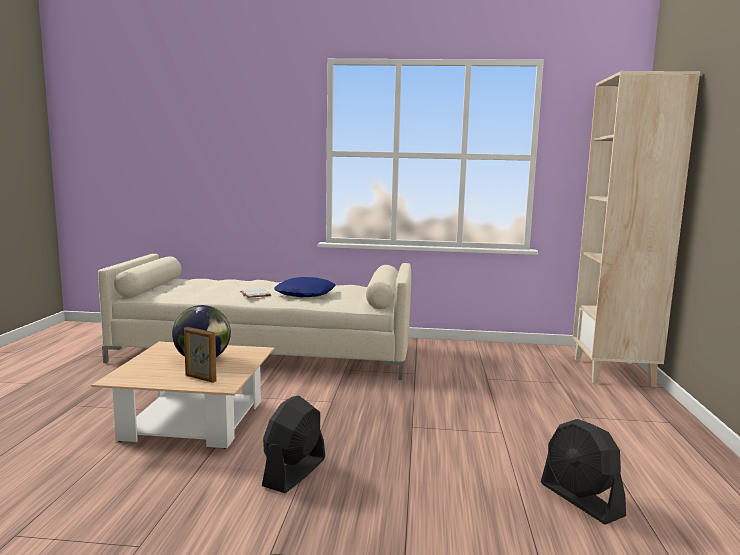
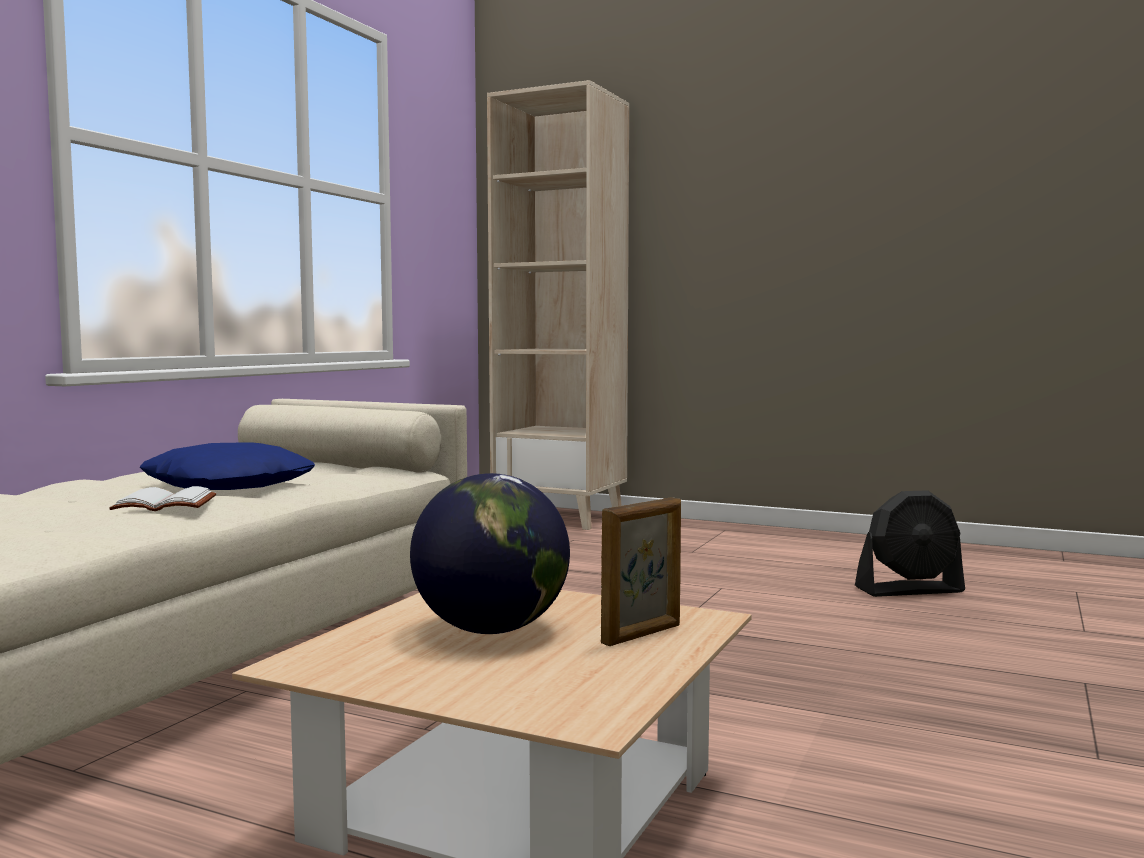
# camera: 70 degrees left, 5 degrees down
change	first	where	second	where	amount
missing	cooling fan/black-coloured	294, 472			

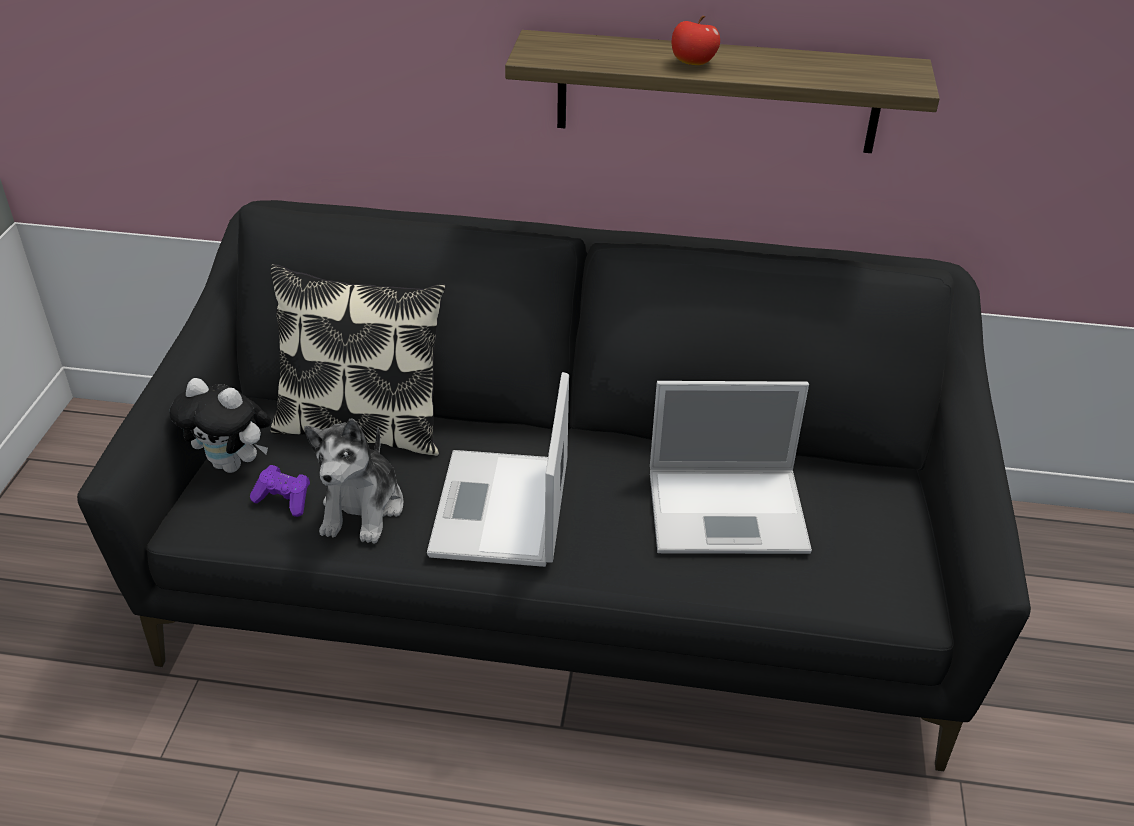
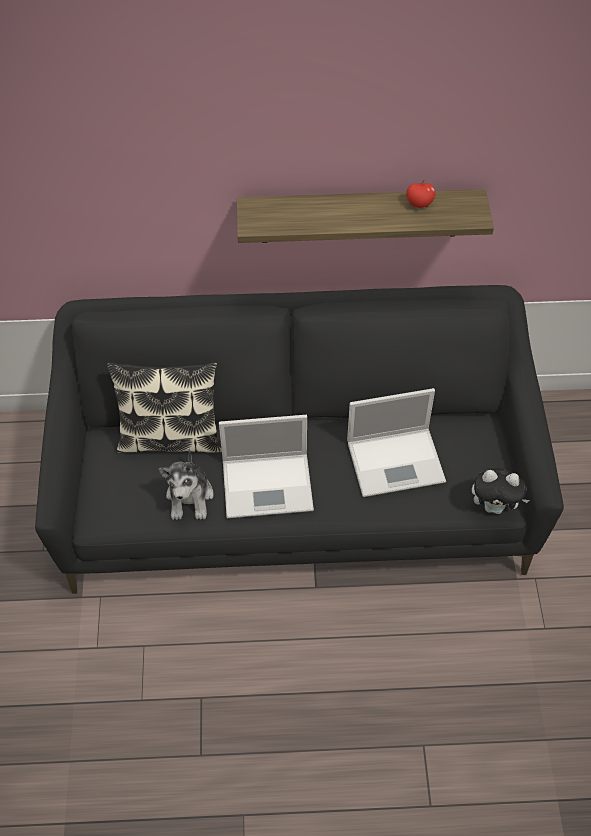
# camera: 10 degrees left, 15 degrees up
change	first	where	second	where	amount
spun	laptop	501, 511		269, 484	90 degrees counterclockwise
relocated	apple	693, 63		419, 204	
relocated	cuddly toy	233, 464		494, 506	
missing	game controller/purple-coloured	284, 499			

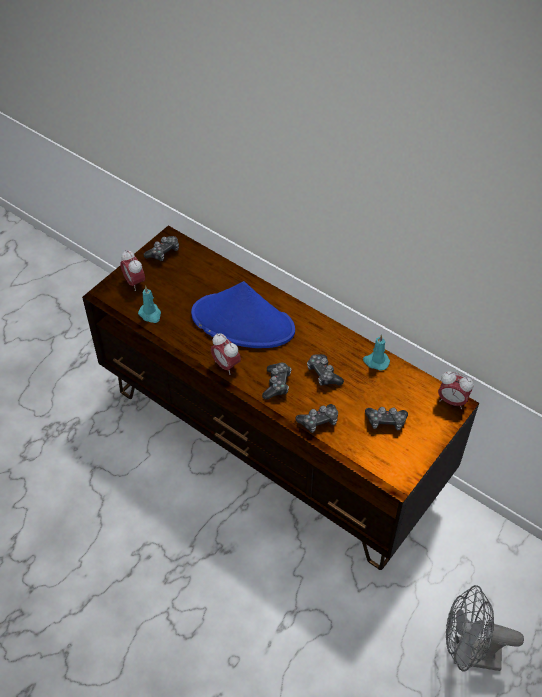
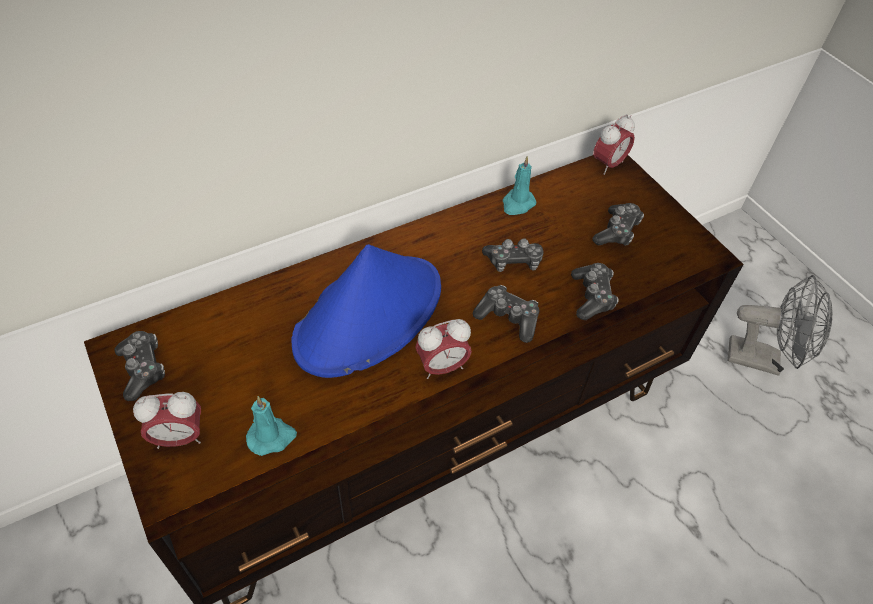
# camera: 70 degrees left, 0 degrees up
change	first	where	second	where	amount
spun	cooling fan/greyish	468, 654		762, 359	105 degrees counterclockwise

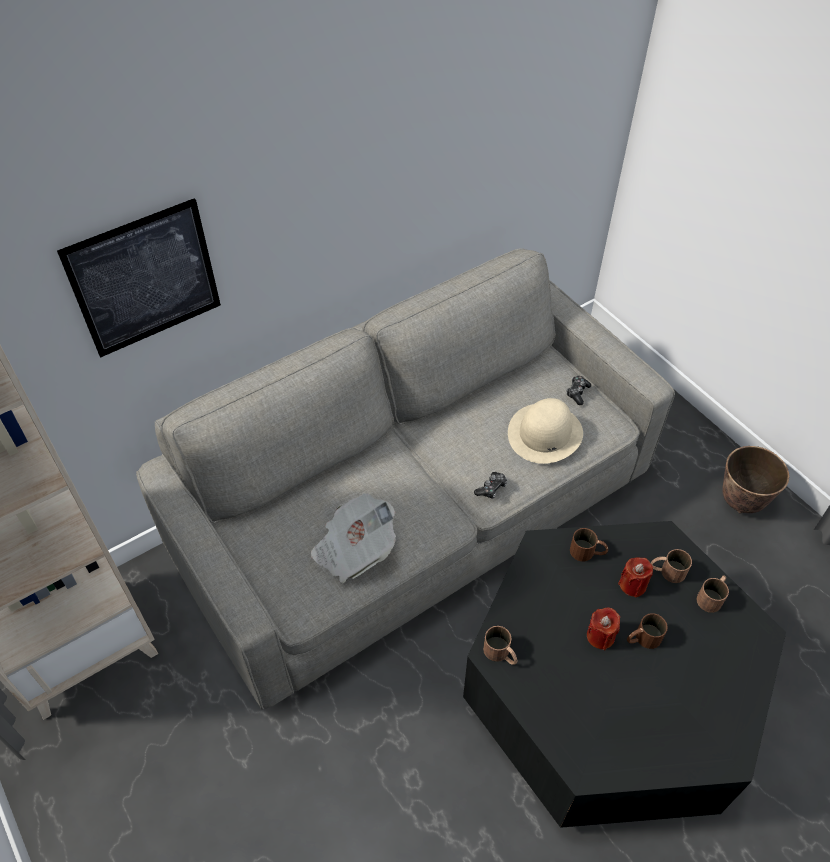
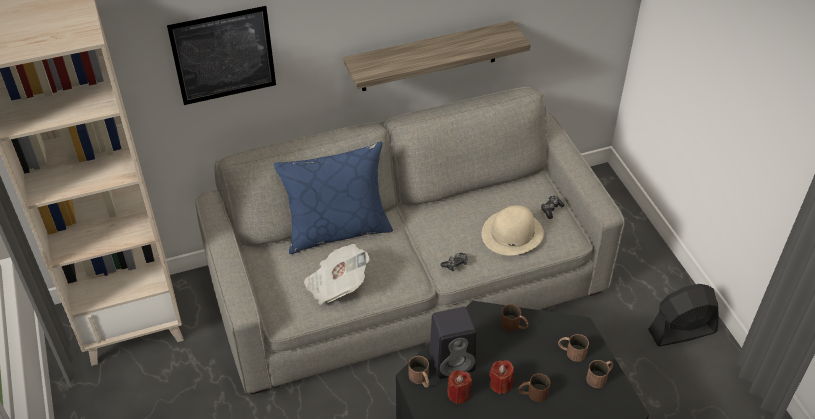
# camera: 15 degrees right, 5 degrees down
change	first	where	second	where	amount
appeared			throw pillow/blue-coloured	337, 230	
appeared			shelf	429, 57	
appeared			loudspeaker/black-coloured	453, 361	
relocated	wax candle/red	632, 585		458, 394	
exchanged	plant pot	741, 502	cooling fan/black-coloured	681, 331	

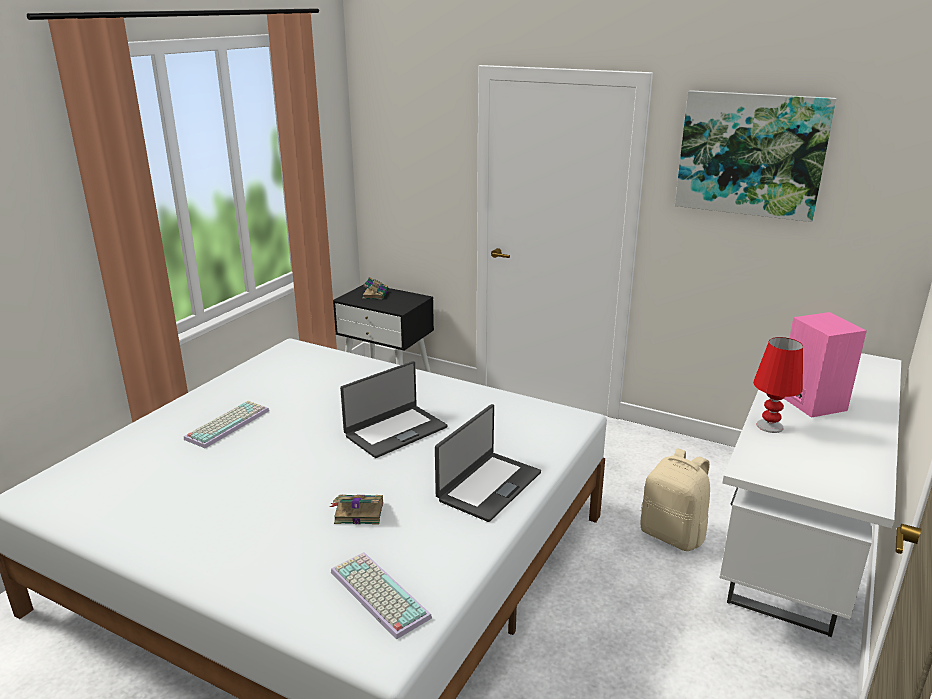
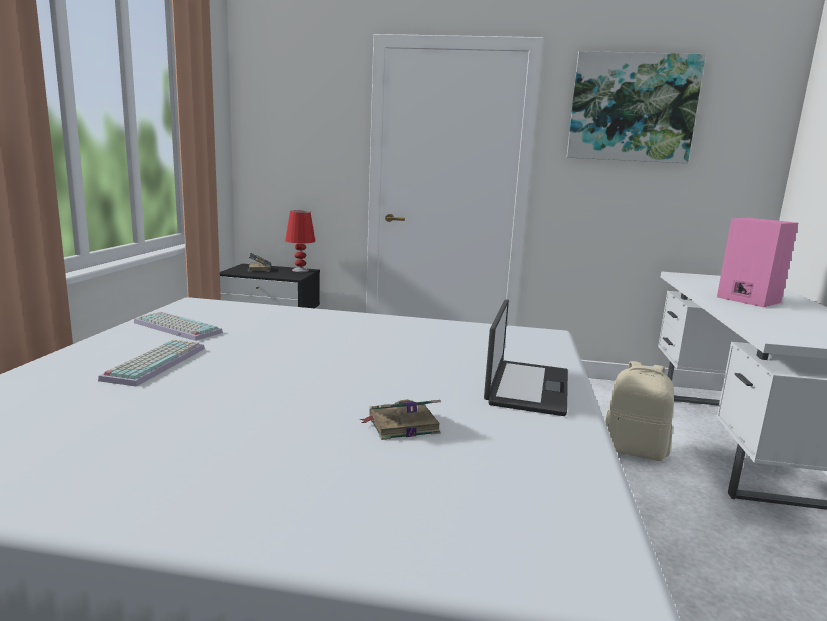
# camera: 20 degrees left, 10 degrees down
change	first	where	second	where	amount
relocated	keyboard	376, 594		175, 328	
relocated	table lamp/red	769, 426		300, 270	
missing	laptop	395, 431			

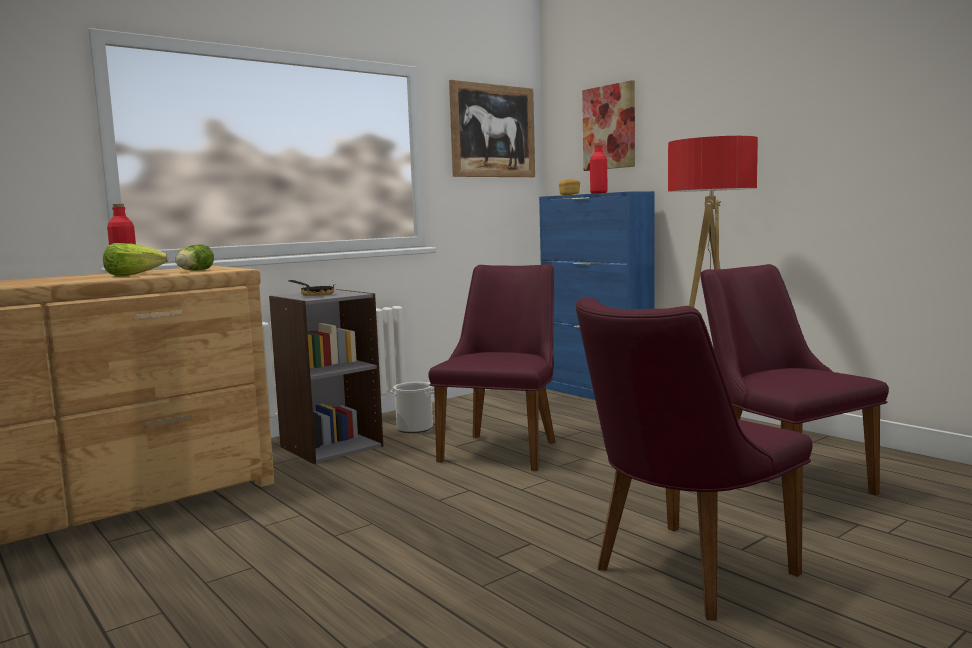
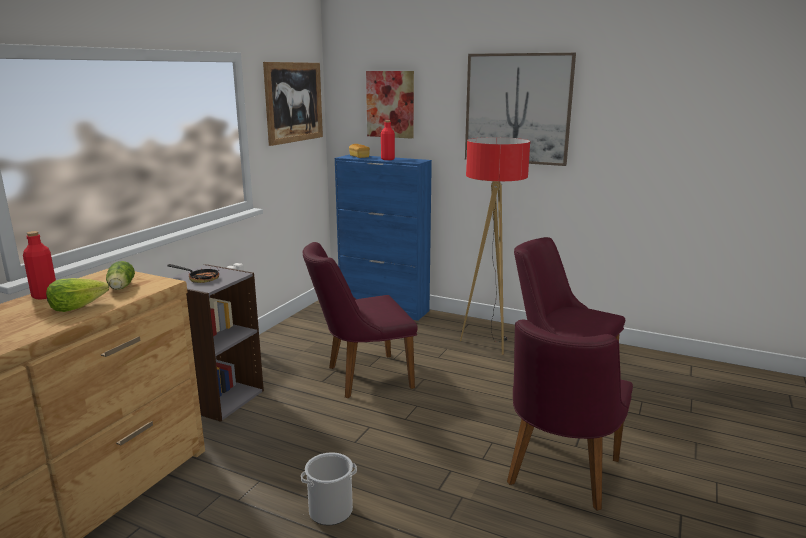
# camera: 25 degrees left, 10 degrees up
change	first	where	second	where	amount
relocated	pail	414, 428		330, 511	
spun	upright chair/purple-coloured	504, 448		361, 377	105 degrees counterclockwise
appeared			wall art	517, 109	

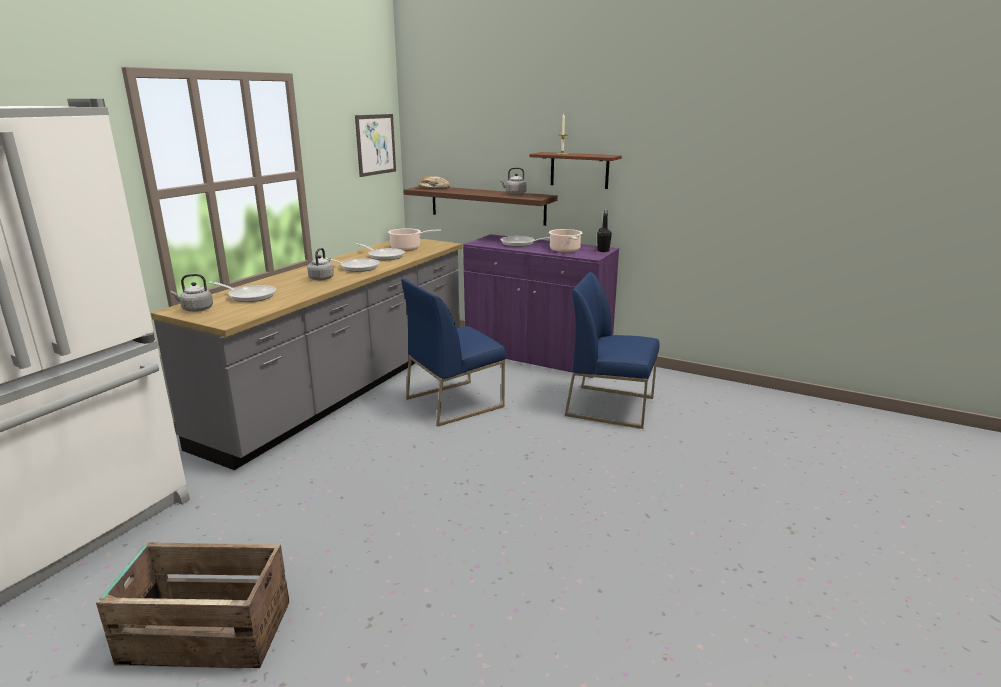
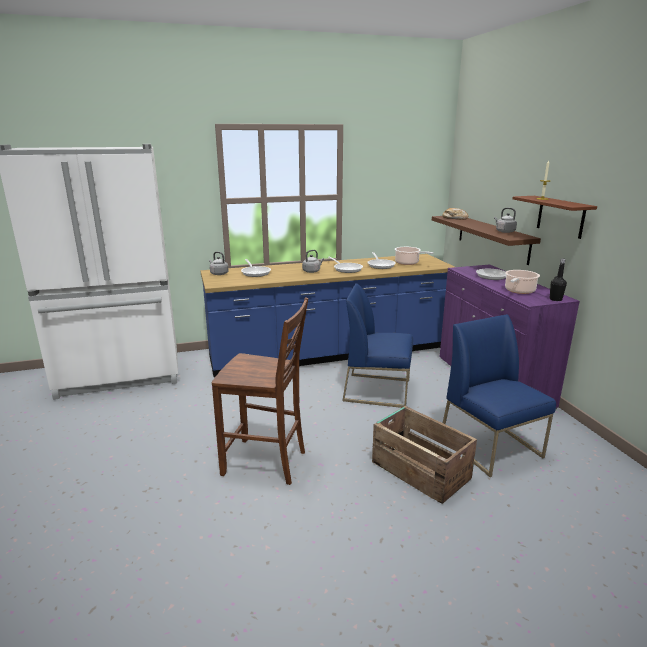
# camera: 45 degrees right, 0 degrees up
change	first	where	second	where	amount
colour	kitchen counter/greyish	347, 388	kitchen counter/blue-coloured	329, 354	
appeared			upright chair/brown-coloured	266, 463	
relocated	shipping crate	205, 632		419, 470	
missing	wall art	375, 144			

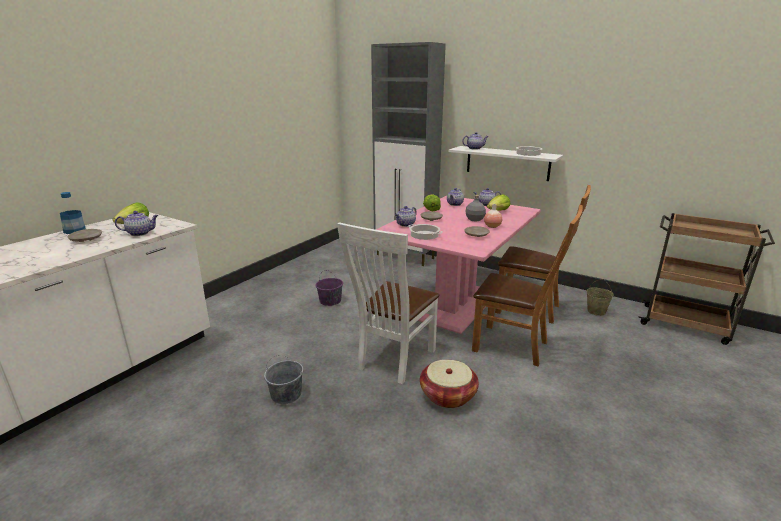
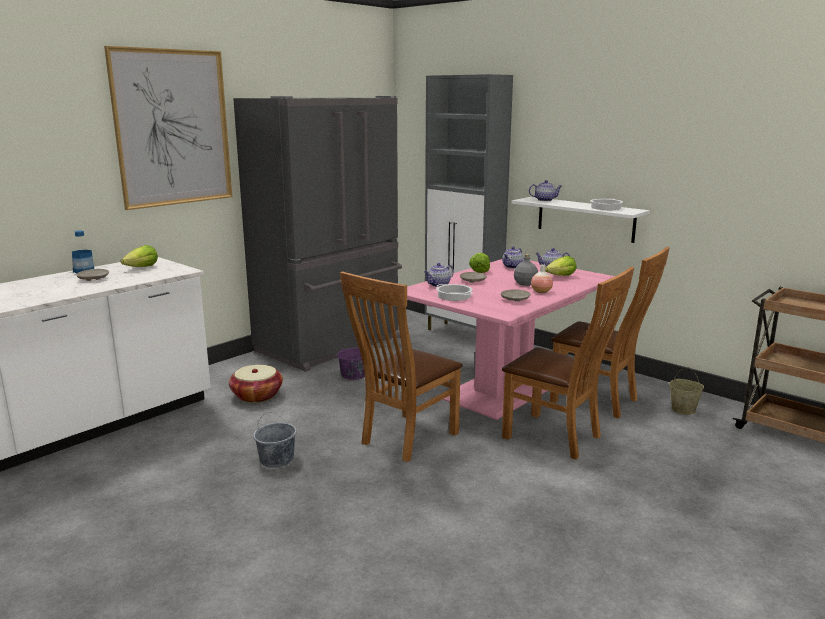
# camera: 10 degrees right, 5 degrees down
change	first	where	second	where	amount
appeared			wall art	173, 128	
relocated	household basket	448, 395		257, 396	
appeared			kitchen fridge/greyish	331, 345	
colour	upright chair/white-coloured	393, 361	upright chair/brown-coloured	404, 439	
missing	pot for tea	140, 233			

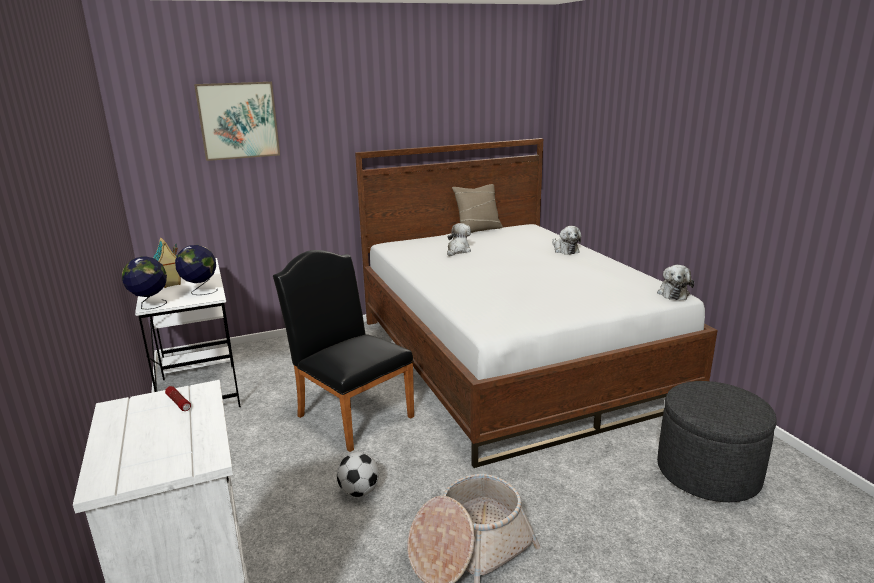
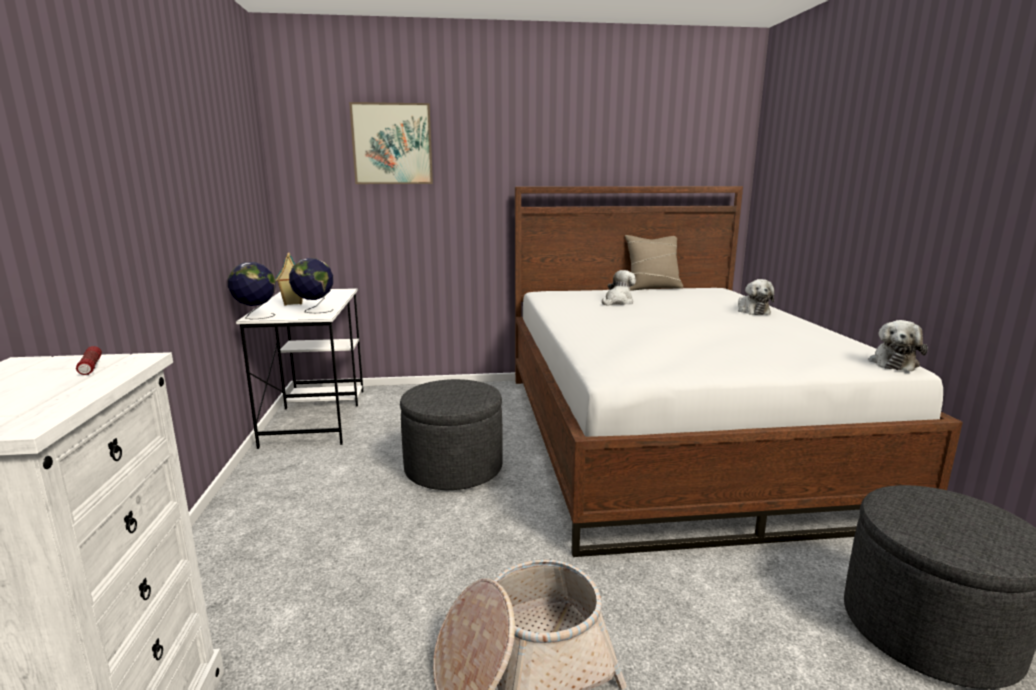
# camera: 15 degrees right, 5 degrees down
change	first	where	second	where	amount
exchanged	upright chair/black-coloured	350, 413	ottoman/greyish	453, 468	
missing	football	359, 491			

